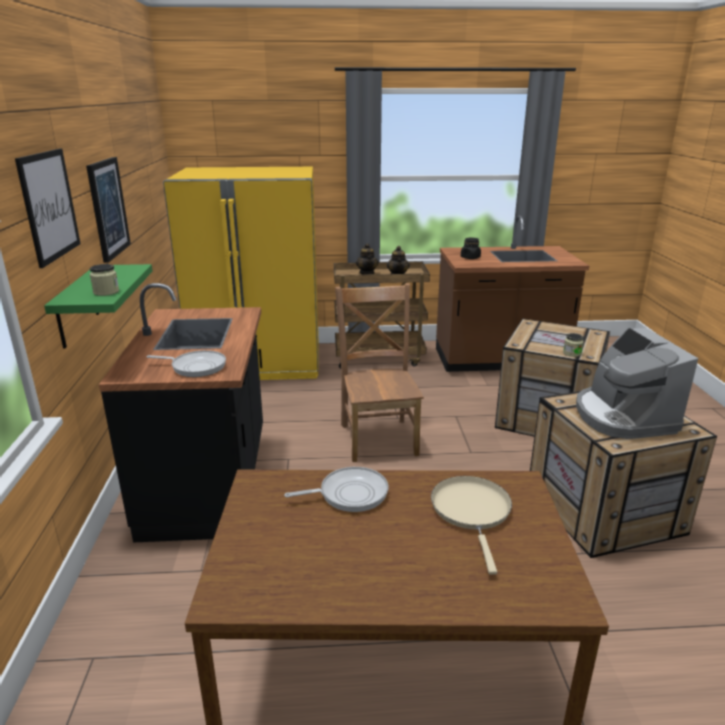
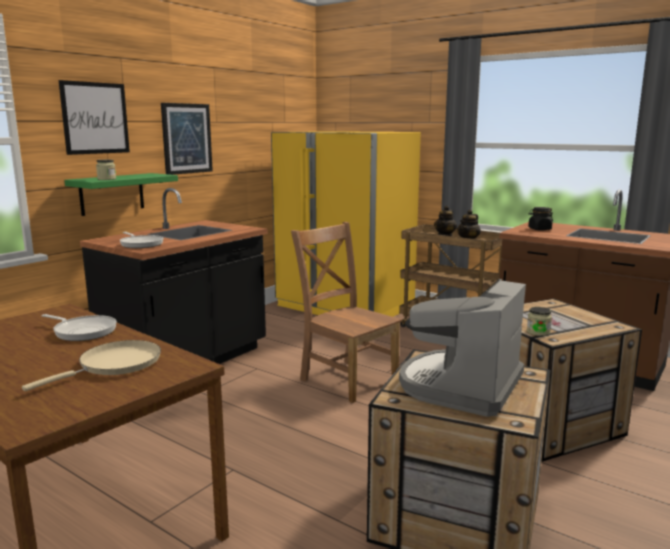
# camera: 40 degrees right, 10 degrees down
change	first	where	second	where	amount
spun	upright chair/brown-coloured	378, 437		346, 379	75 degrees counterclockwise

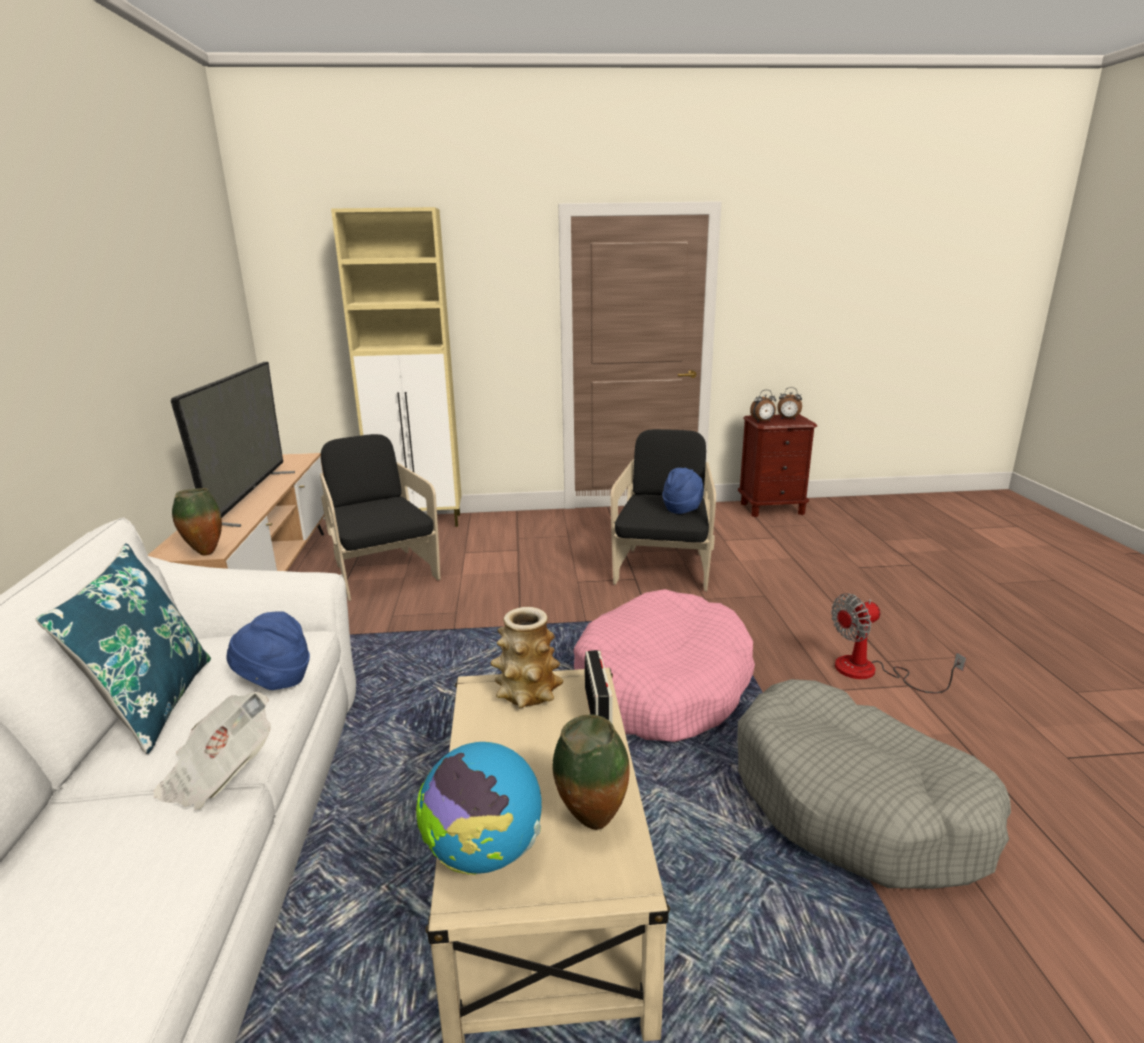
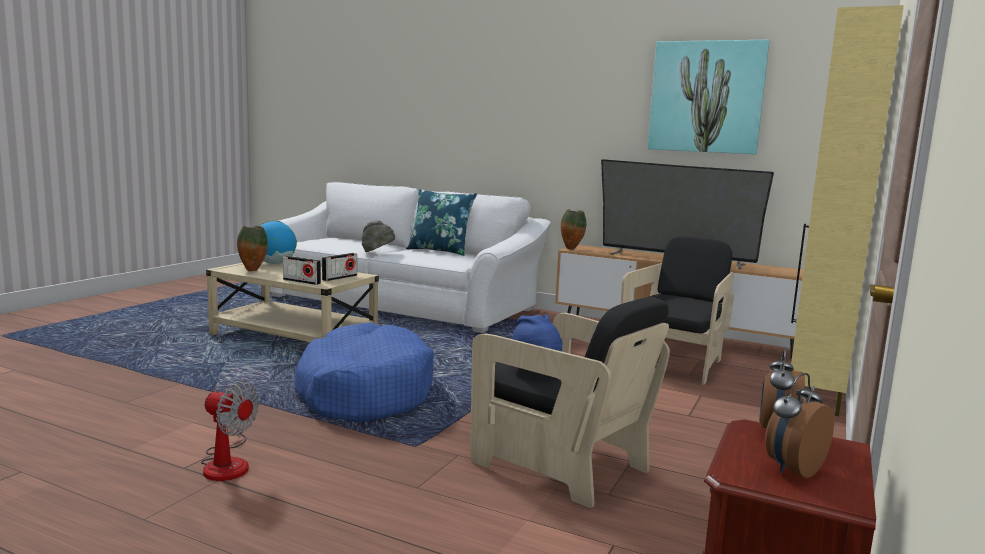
# camera: 120 degrees right, 10 degrees down
change	first	where	second	where	amount
spun	cooling fan	870, 672		227, 463	105 degrees clockwise
colour	dog bed/pink	662, 686	dog bed/blue-coloured	364, 392	
exchanged	decorative vase	527, 693	radio receiver	339, 278	
exchanged	printed paper	219, 774	hat/greyish	377, 252	
spun	armchair/black-coloured	383, 572		674, 364	60 degrees counterclockwise
appeared			wall art	706, 97	
missing	hat/blue-coloured	274, 680			
missing	dog bed/greyish	856, 803			

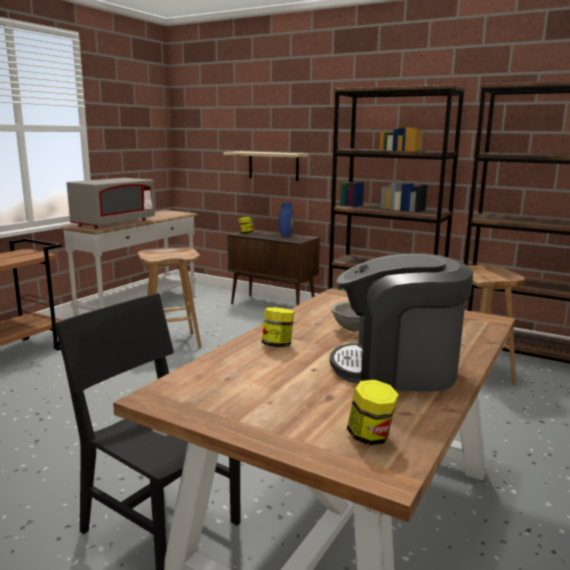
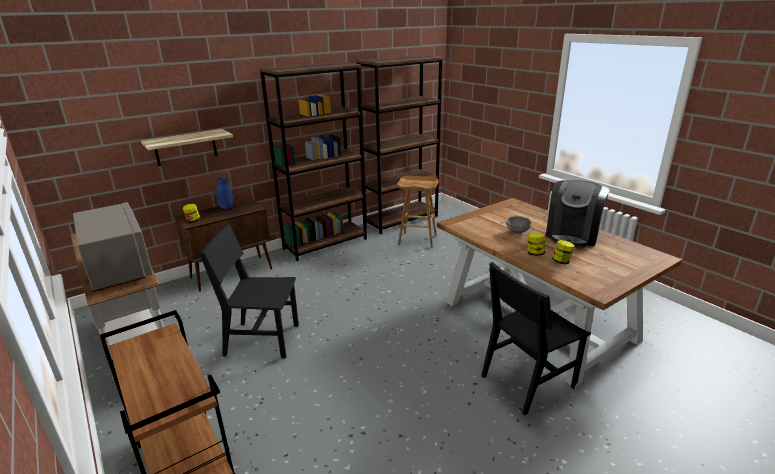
# camera: 65 degrees left, 10 degrees up
change	first	where	second	where	amount
exchanged	stool seat/brown-coloured	172, 343	upright chair/black-coloured	262, 339	
relocated	preserve jar	370, 437		561, 262	

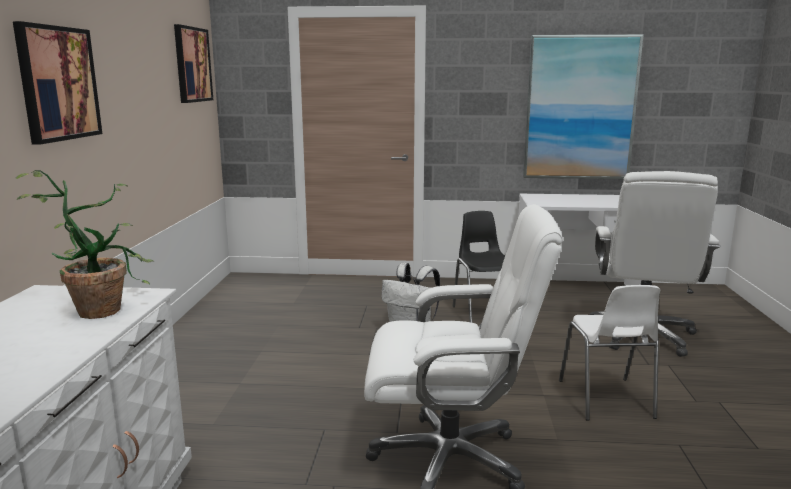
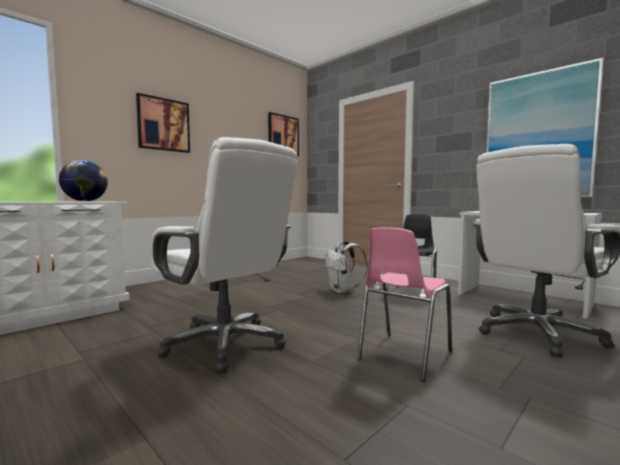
# camera: 40 degrees right, 10 degrees down
change	first	where	second	where	amount
exchanged	houseplant	101, 307	desk globe	85, 201	
colour	upright chair/white-coloured	606, 400	upright chair/pink	403, 356	

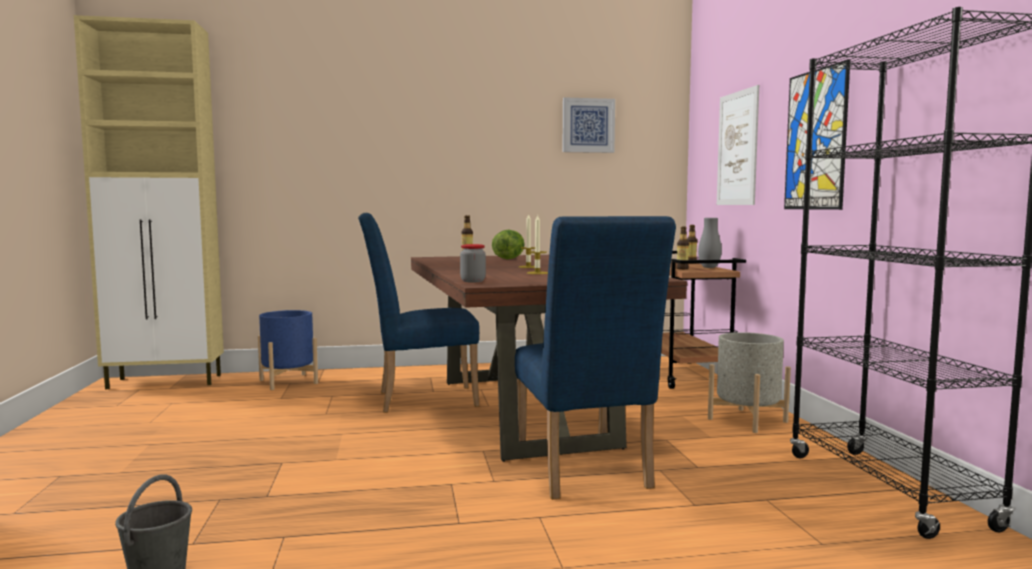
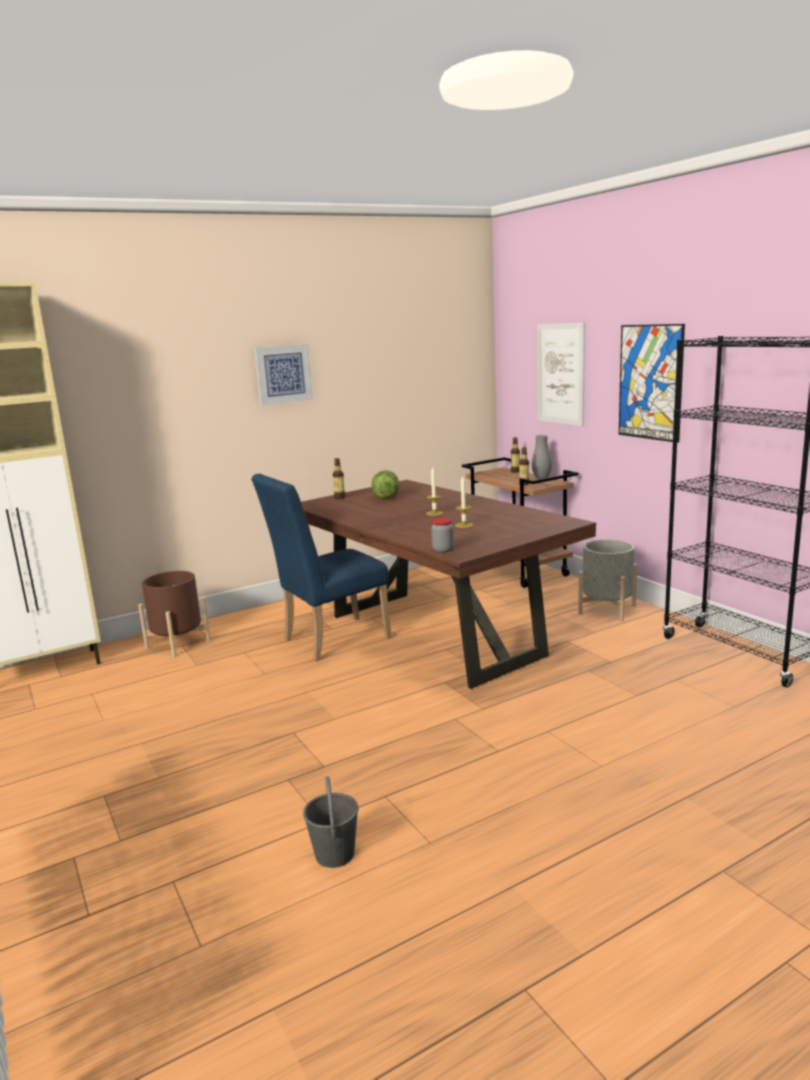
# camera: 20 degrees left, 10 degrees up
change	first	where	second	where	amount
colour	plant pot/blue-coloured	288, 381	plant pot/brown-coloured	178, 644	
relocated	wall art	588, 125		283, 374	
missing	upright chair/blue-coloured	584, 474			

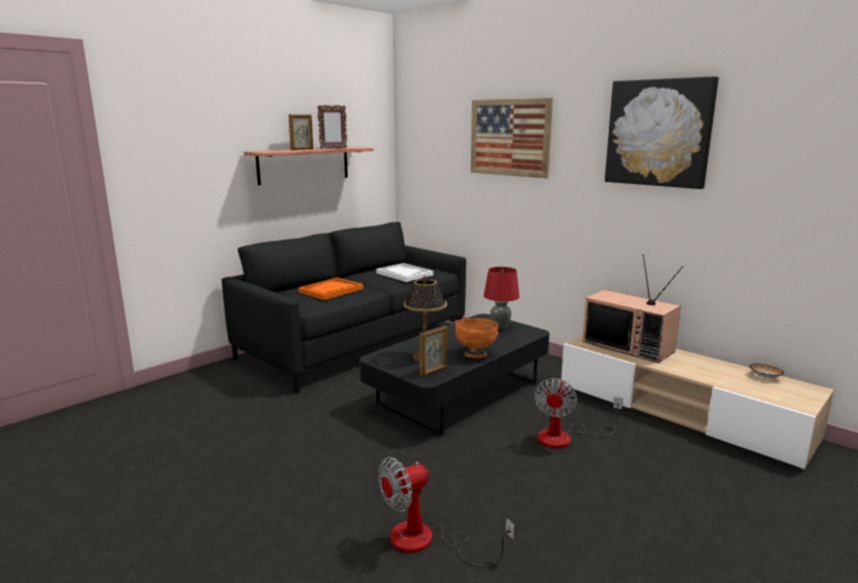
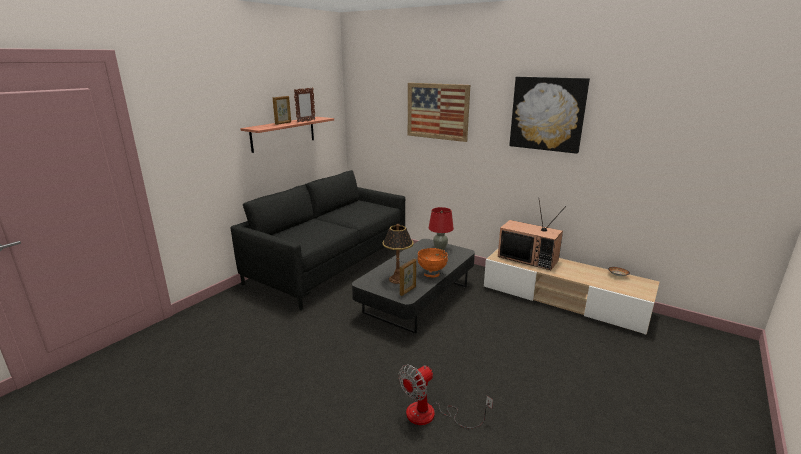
# camera: 10 degrees left, 5 degrees up
change	first	where	second	where	amount
missing	serving tray/orange	331, 290			
missing	serving tray/white-coloured	404, 274			
missing	cooling fan	565, 437			

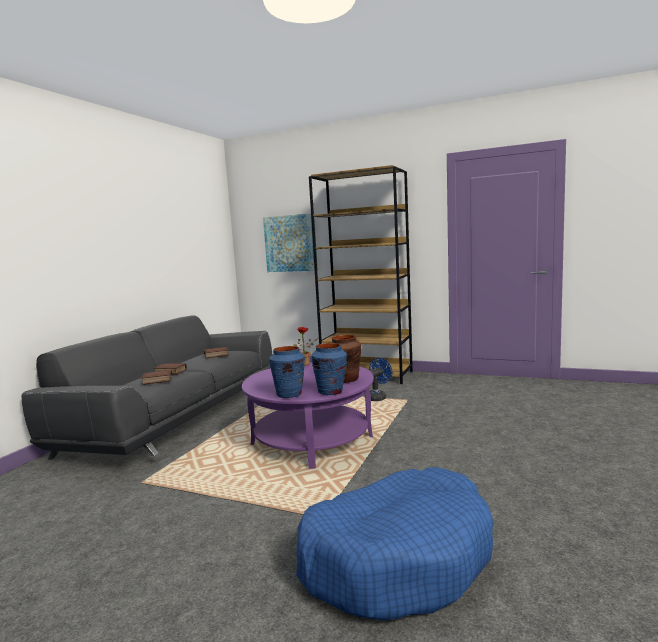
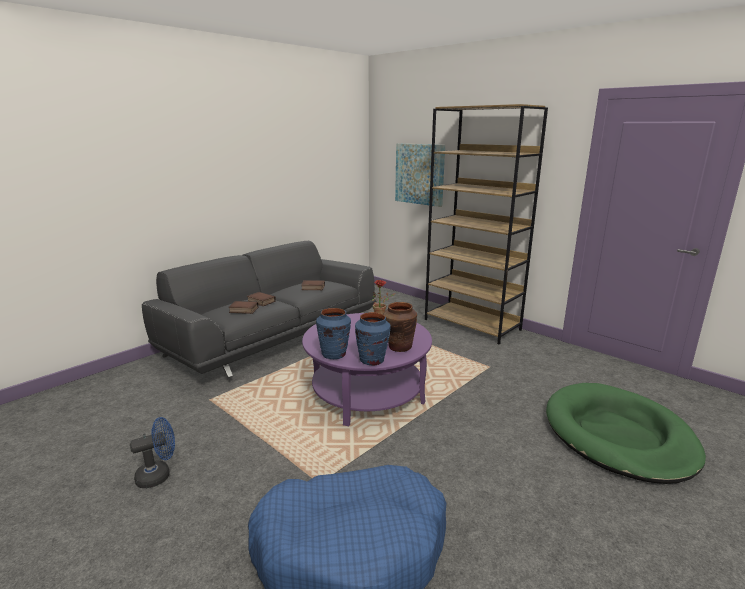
# camera: 20 degrees right, 10 degrees up
change	first	where	second	where	amount
relocated	cooling fan/blue-coloured	378, 397		159, 475	
appeared			dog bed/green-coloured	618, 435	

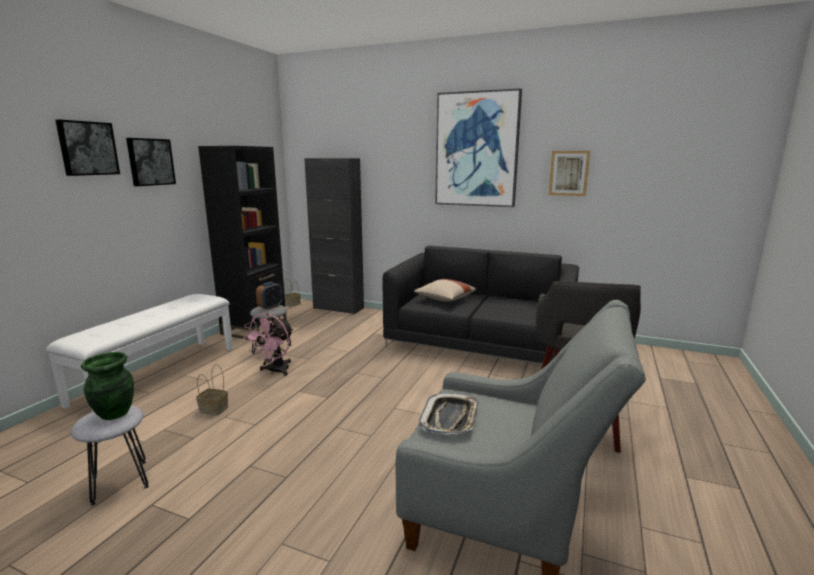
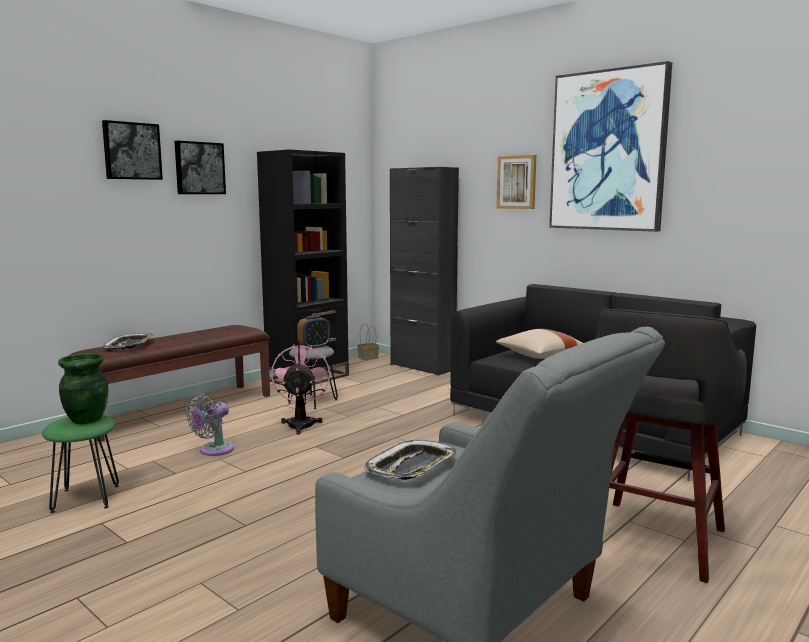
# camera: 20 degrees right, 5 degrees down
change	first	where	second	where	amount
colour	stool seat/greyish	120, 481	stool seat/green-coloured	86, 498	
colour	long seat/white-coloured	158, 374	long seat/brown-coloured	178, 410	
appeared			serving tray	129, 345	
exchanged	household basket	215, 409	cooling fan/greyish	213, 450	
spun	cooling fan/pink	275, 371		301, 423	135 degrees clockwise
relocated	wall art	569, 173		517, 182	

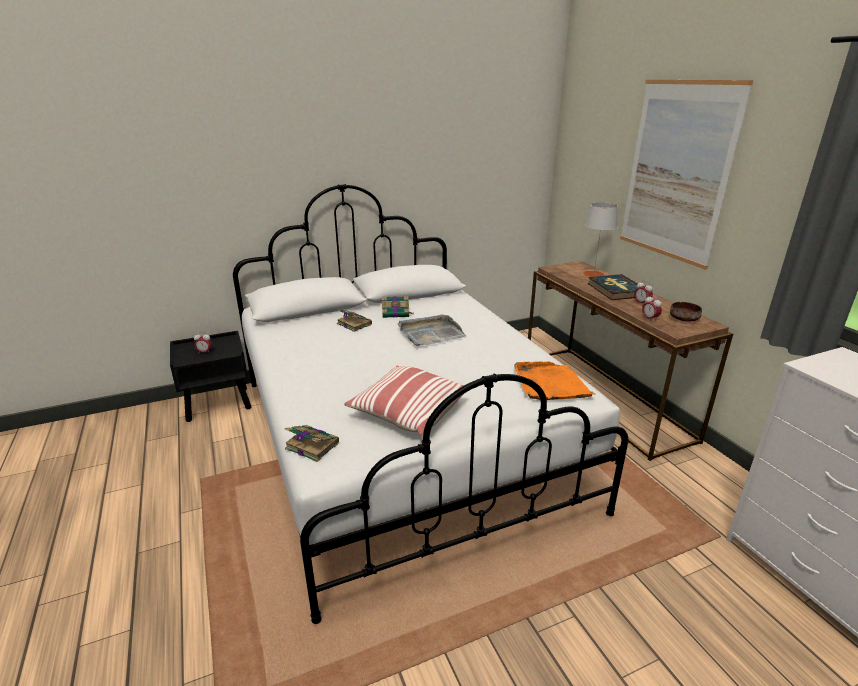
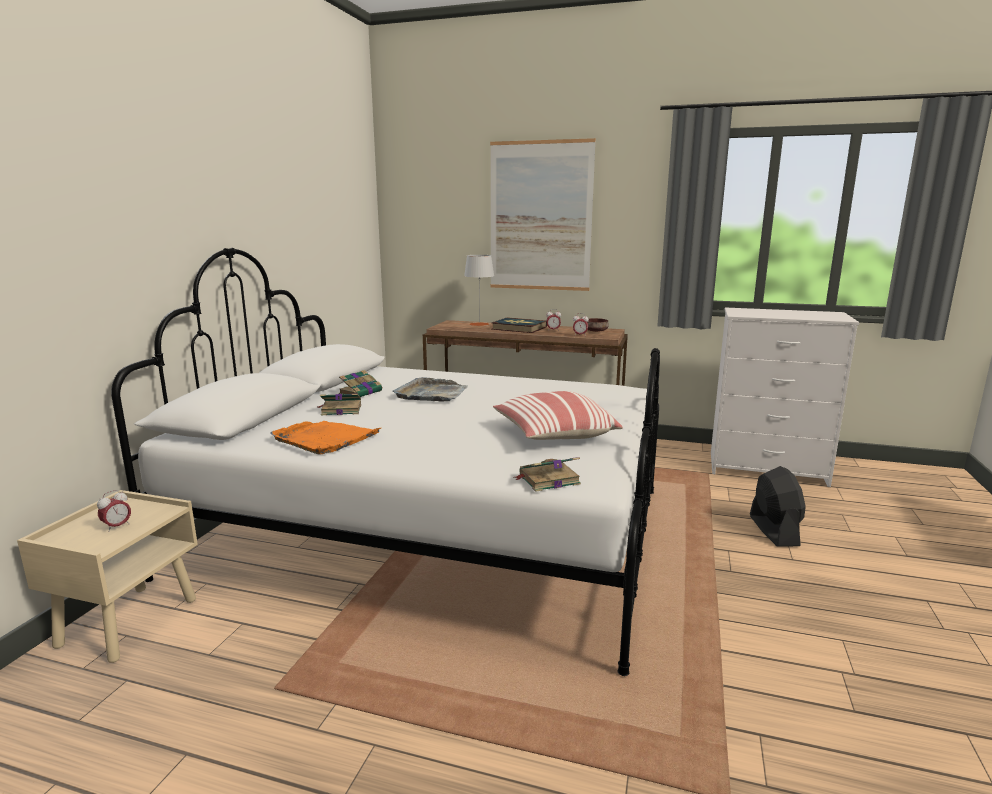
# camera: 50 degrees left, 10 degrees down
change	first	where	second	where	amount
colour	bedside table/black-coloured	218, 404	bedside table/beige	129, 621	
relocated	serving tray/orange	550, 384		325, 439	
appeared			cooling fan/black-coloured	773, 530	

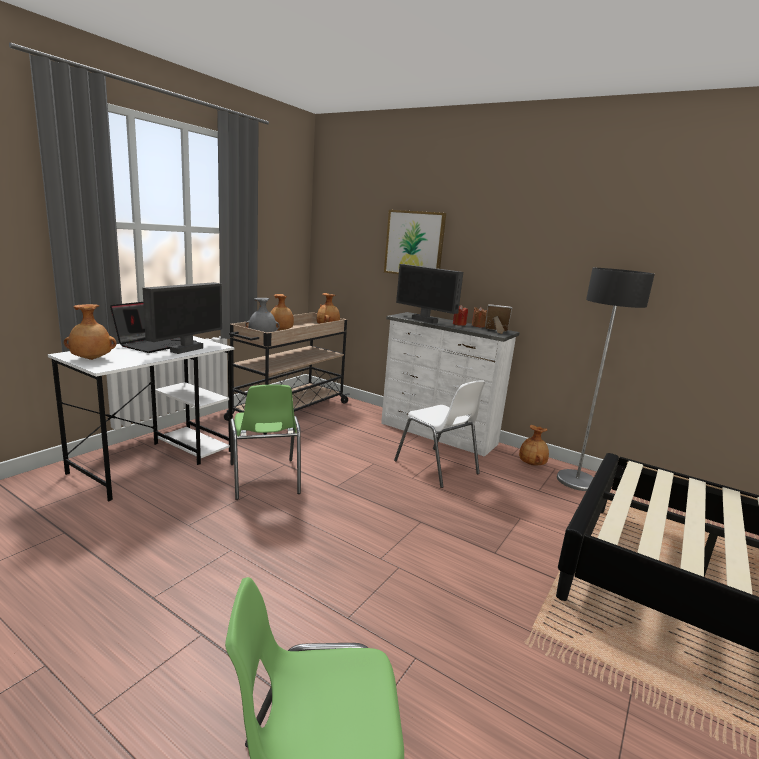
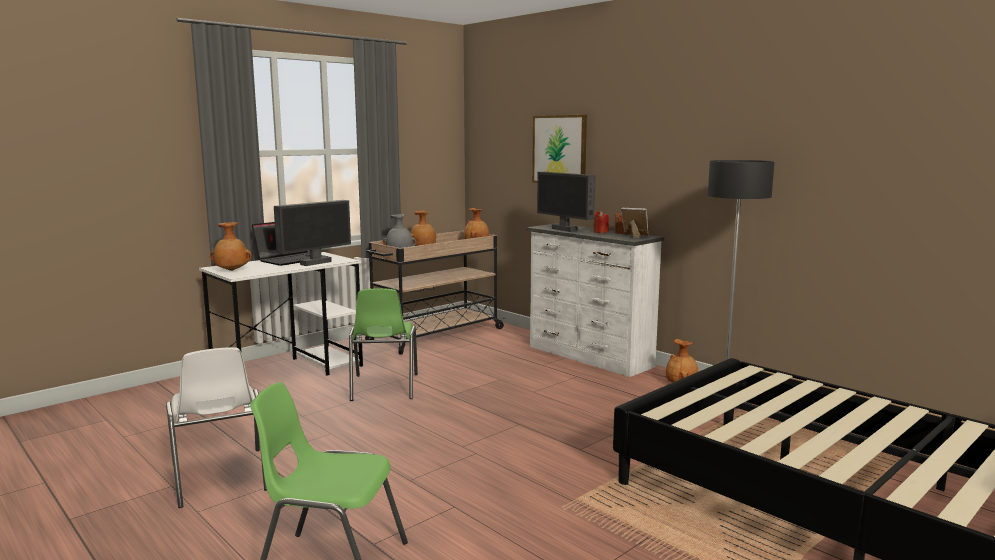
# camera: 15 degrees right, 5 degrees down
change	first	where	second	where	amount
relocated	upright chair/white-coloured	437, 468		220, 478	

